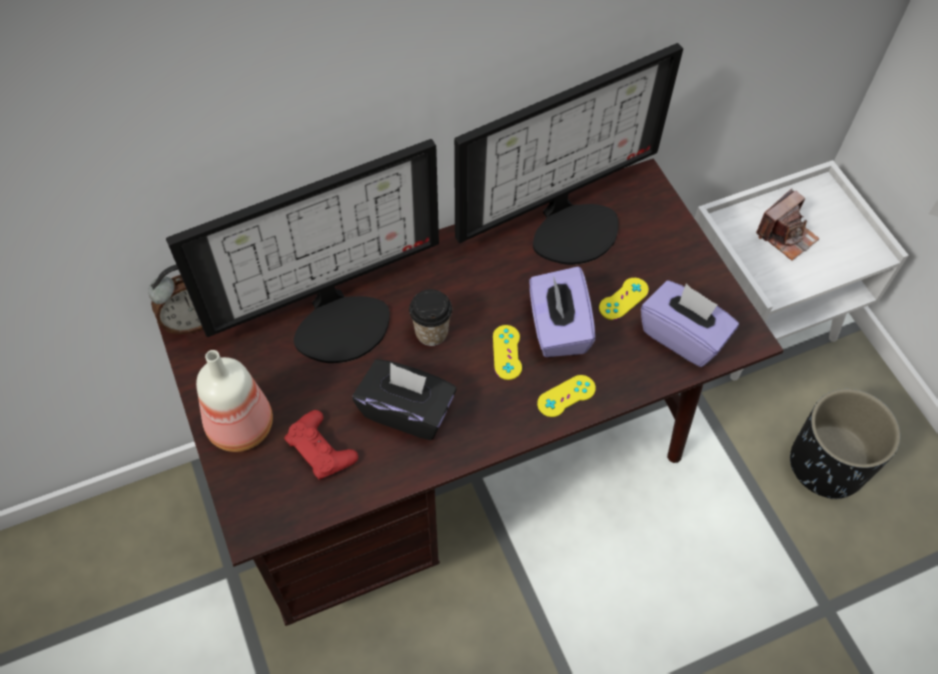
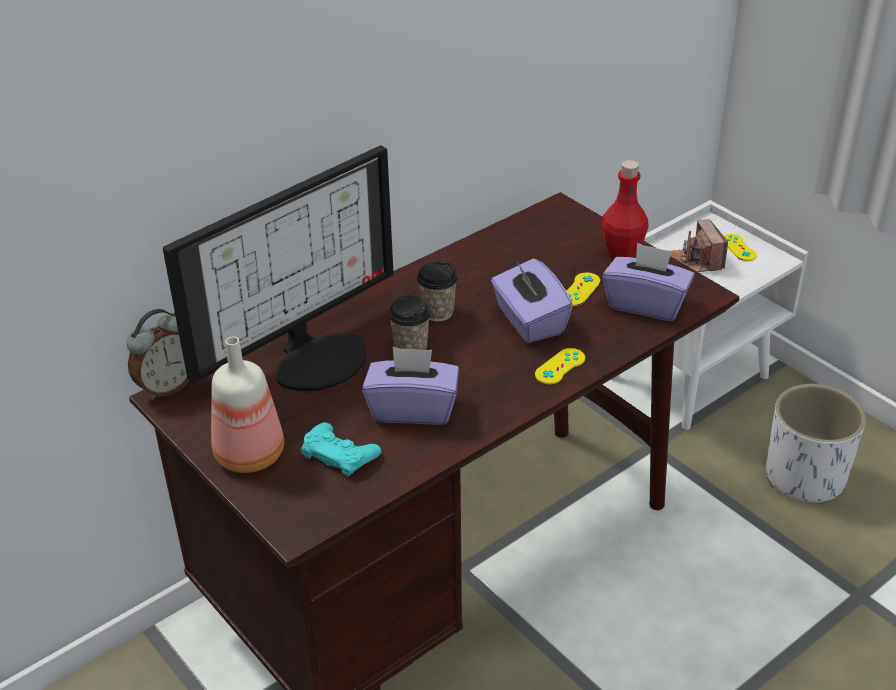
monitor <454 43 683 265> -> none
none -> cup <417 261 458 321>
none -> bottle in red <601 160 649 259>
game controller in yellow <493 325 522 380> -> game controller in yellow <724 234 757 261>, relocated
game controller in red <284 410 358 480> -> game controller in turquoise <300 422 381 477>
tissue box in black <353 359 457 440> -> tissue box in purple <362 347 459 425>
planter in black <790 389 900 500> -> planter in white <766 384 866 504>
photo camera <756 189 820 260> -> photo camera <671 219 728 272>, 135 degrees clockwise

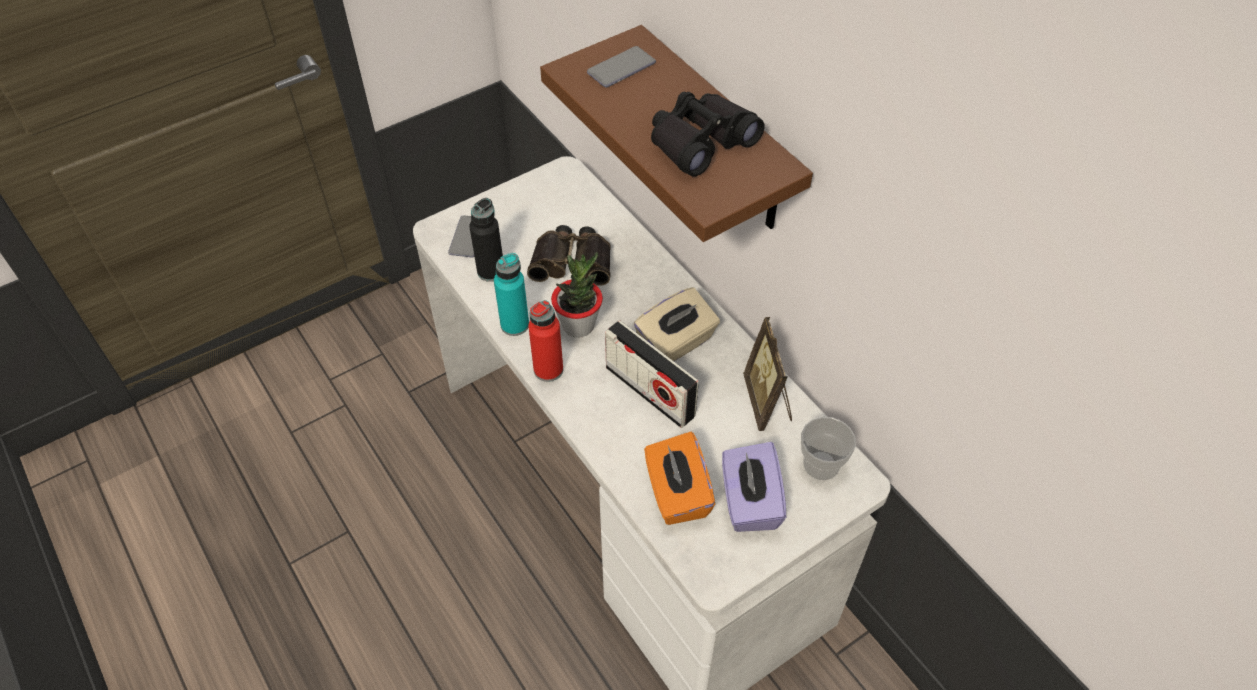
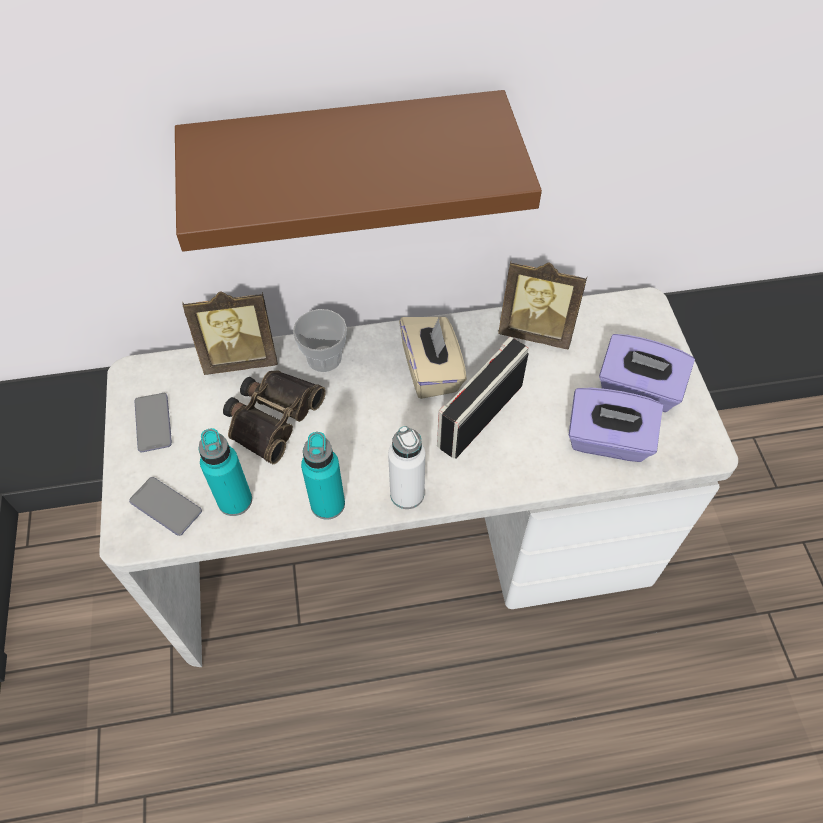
potted plant <551 252 603 338> -> none
binoculars in black <651 92 765 176> -> none
none -> picture frame <182 291 278 375>
phone <587 46 656 88> -> phone <134 392 172 453>, relocated
cup <801 417 856 480> -> cup <293 309 347 372>, relocated
bottle in black <469 198 503 282> -> bottle in turquoise <198 428 252 516>
bottle in red <528 300 563 382> -> bottle in white <388 426 425 509>
tissue box in orange <644 432 715 525> -> tissue box in purple <569 387 663 462>
radio <605 320 699 428> -> radio <437 337 529 458>, 150 degrees clockwise

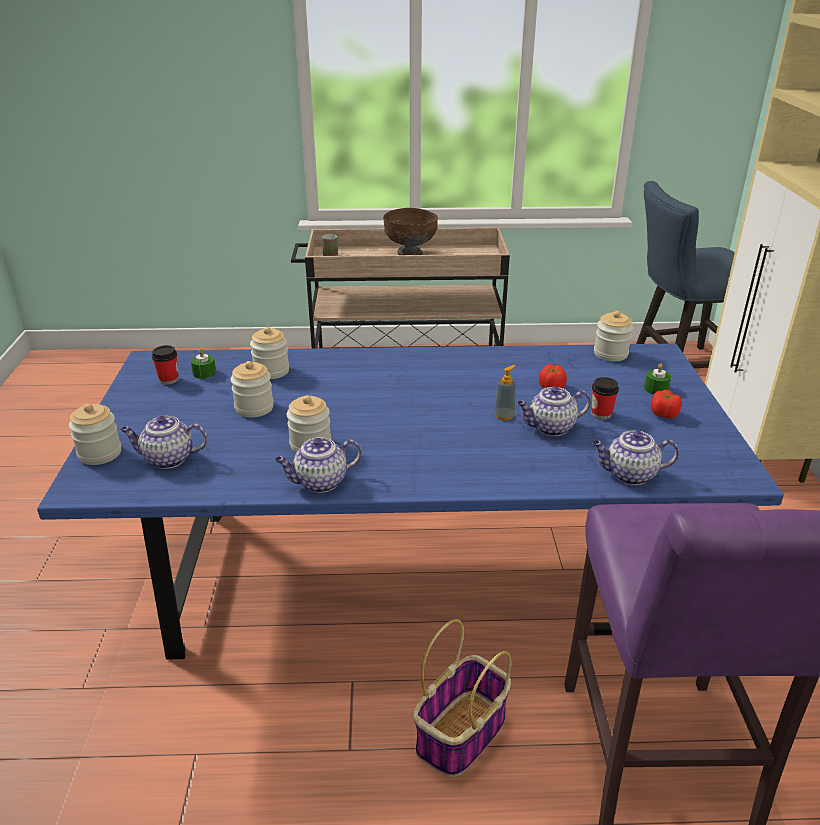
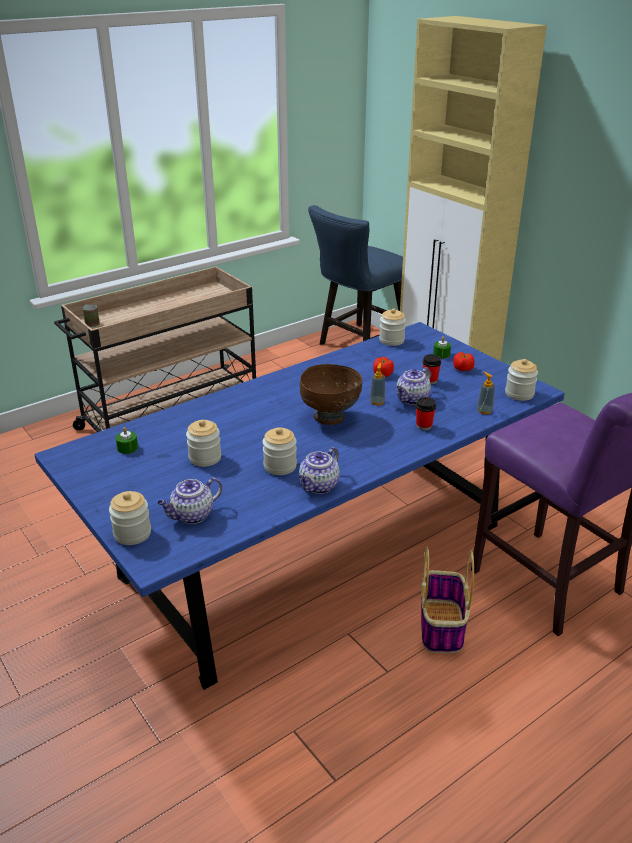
cup <152 345 179 385> -> cup <415 397 436 430>, relocated
jar <250 327 289 379> -> jar <505 359 538 401>, relocated
bowl in brown <383 208 438 255> -> bowl in brown <300 364 362 425>, relocated
teapot <592 430 679 485> -> soap dispenser <477 372 495 414>

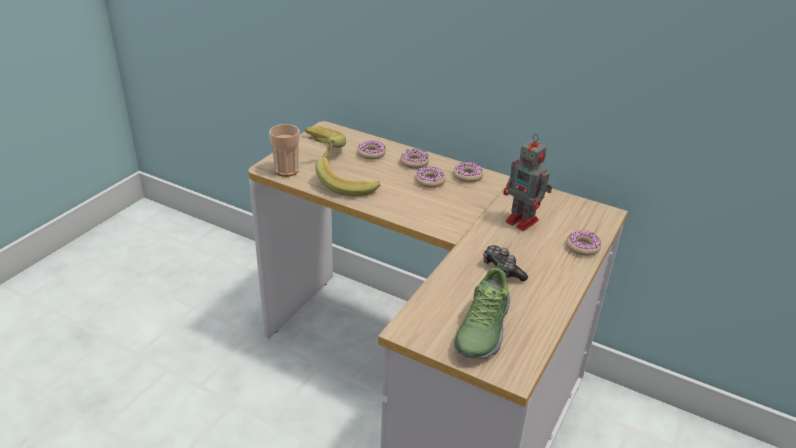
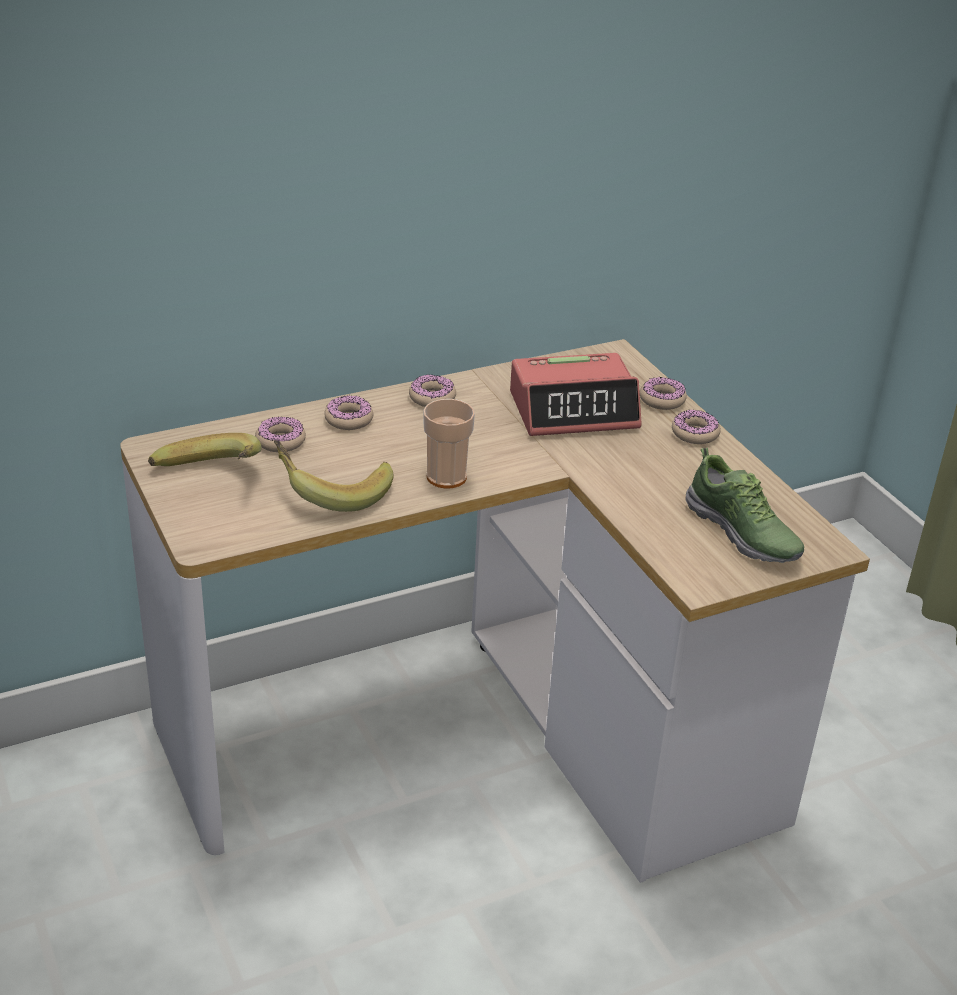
game controller <483 245 528 281> -> none
cup <269 124 300 177> -> cup <423 399 475 488>, relocated
donut <415 167 446 188> -> donut <672 410 721 444>, relocated
toy robot <503 134 552 231> -> alarm clock <510 353 641 436>

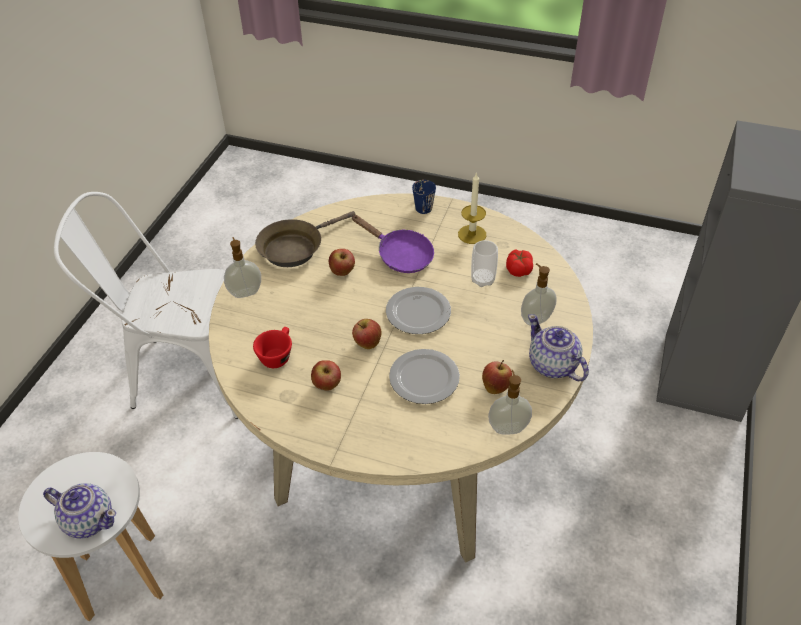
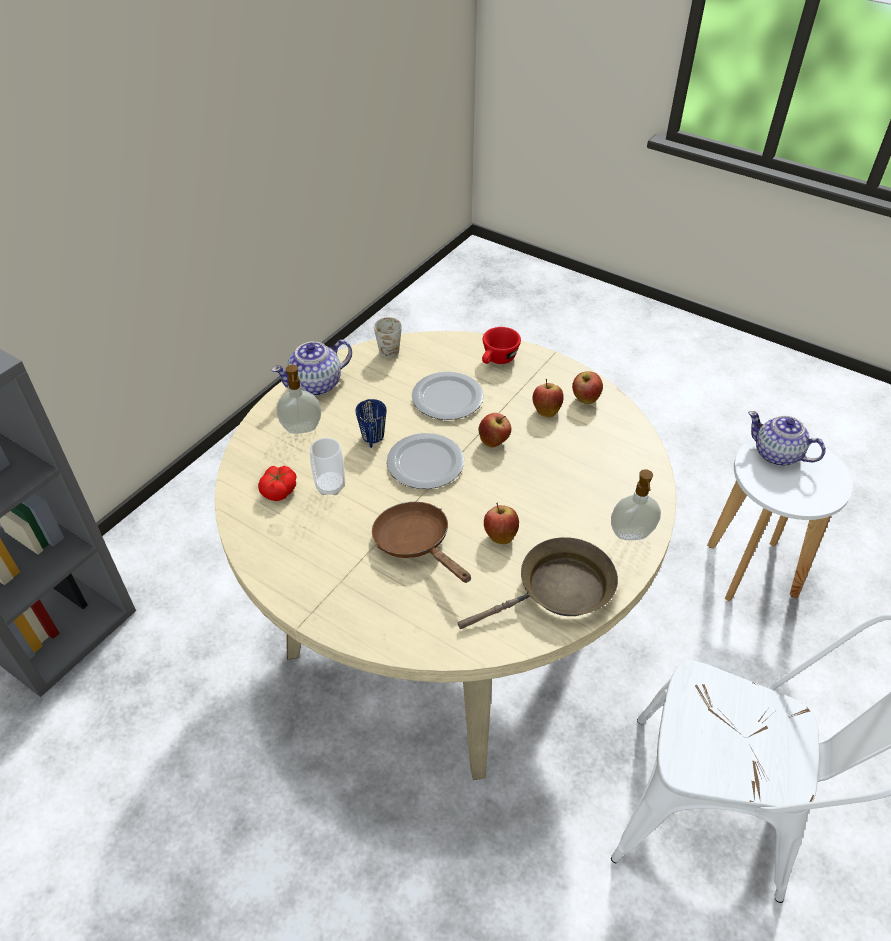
candle <458 172 486 244> -> none
cup in red <253 327 292 368> -> cup in red <482 327 521 364>, relocated
mug in blue <412 180 436 214> -> mug in blue <355 399 386 448>, relocated
apple <482 360 512 394> -> apple <572 371 603 404>, relocated
soap dispenser <488 370 532 435> -> mug in white <374 317 402 358>
frying pan in purple <351 215 434 273> -> frying pan in brown <372 502 471 583>
teapot <528 314 589 381> -> teapot <271 340 352 396>, 75 degrees clockwise

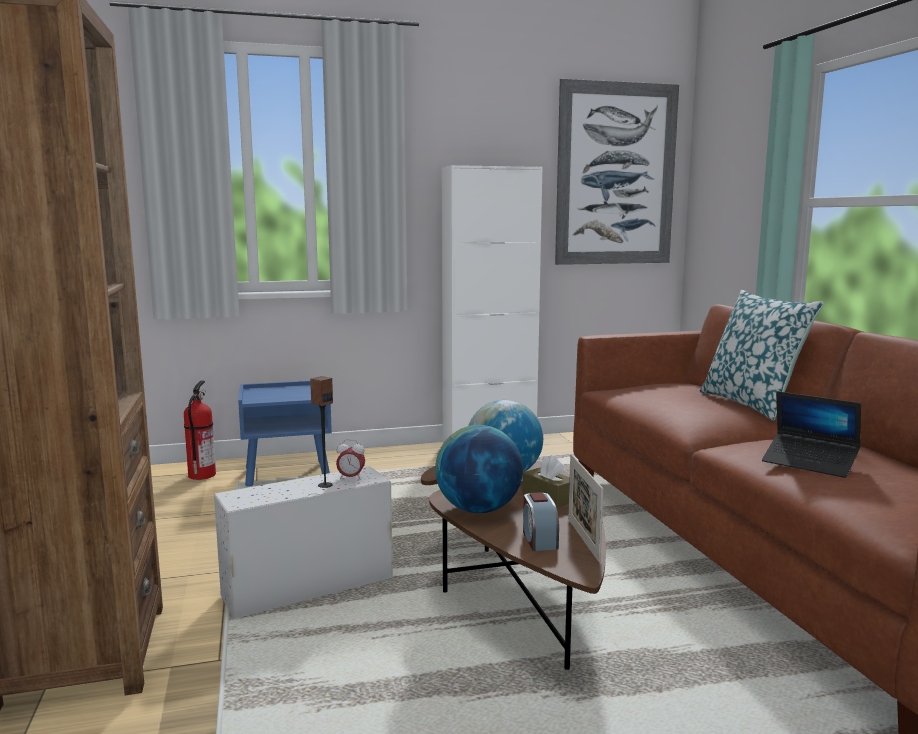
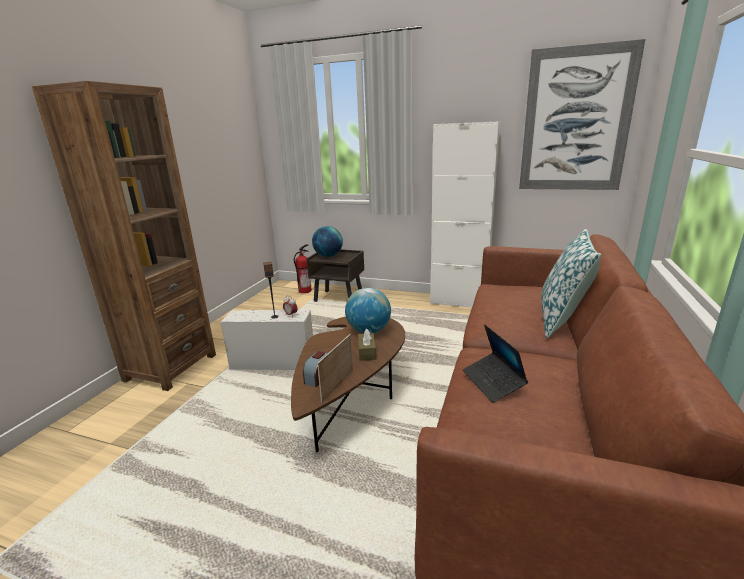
globe <435 425 523 513> -> globe <312 226 343 257>, relocated
nightstand in blue <238 381 332 487> -> nightstand in brown <307 249 364 302>

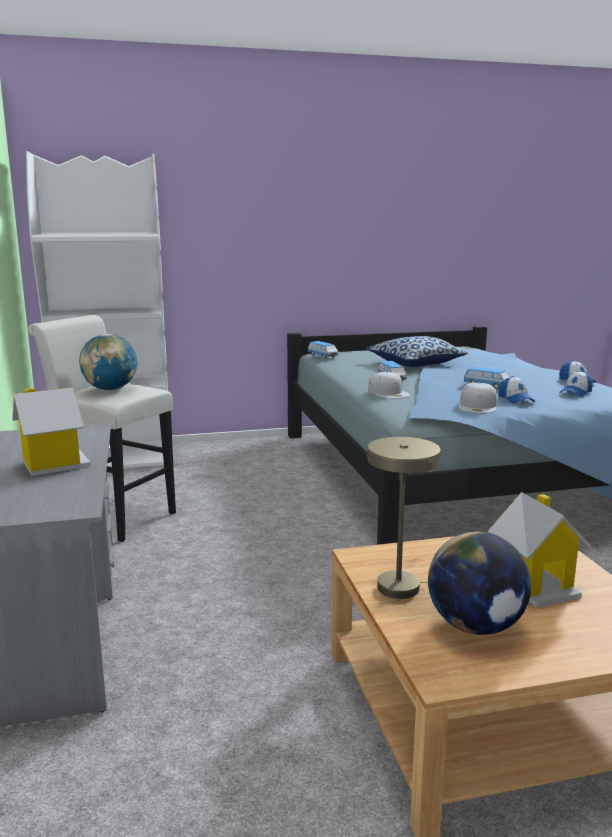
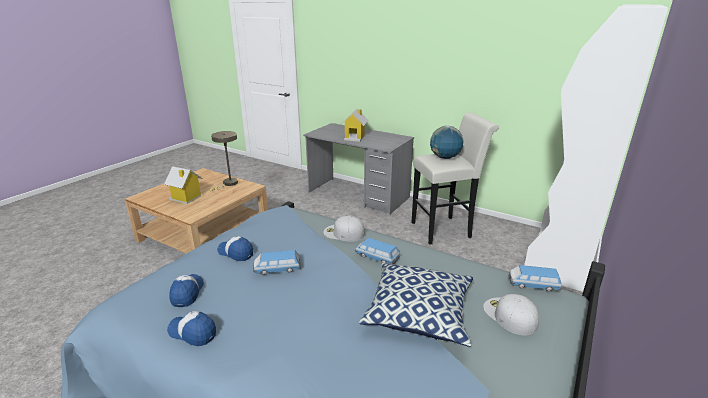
globe <428 532 532 635> -> none
cap in white <458 383 497 413> -> cap in white <483 294 539 335>, relocated

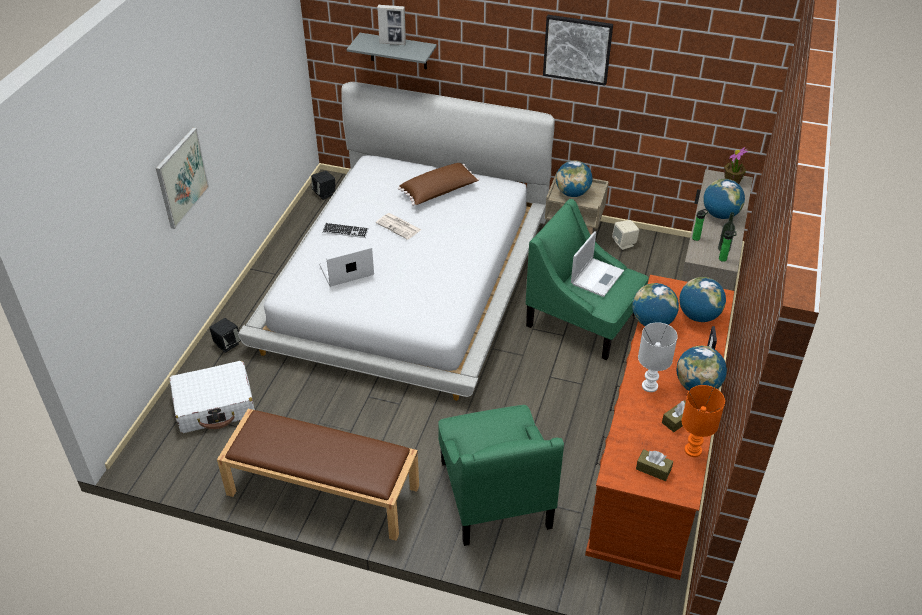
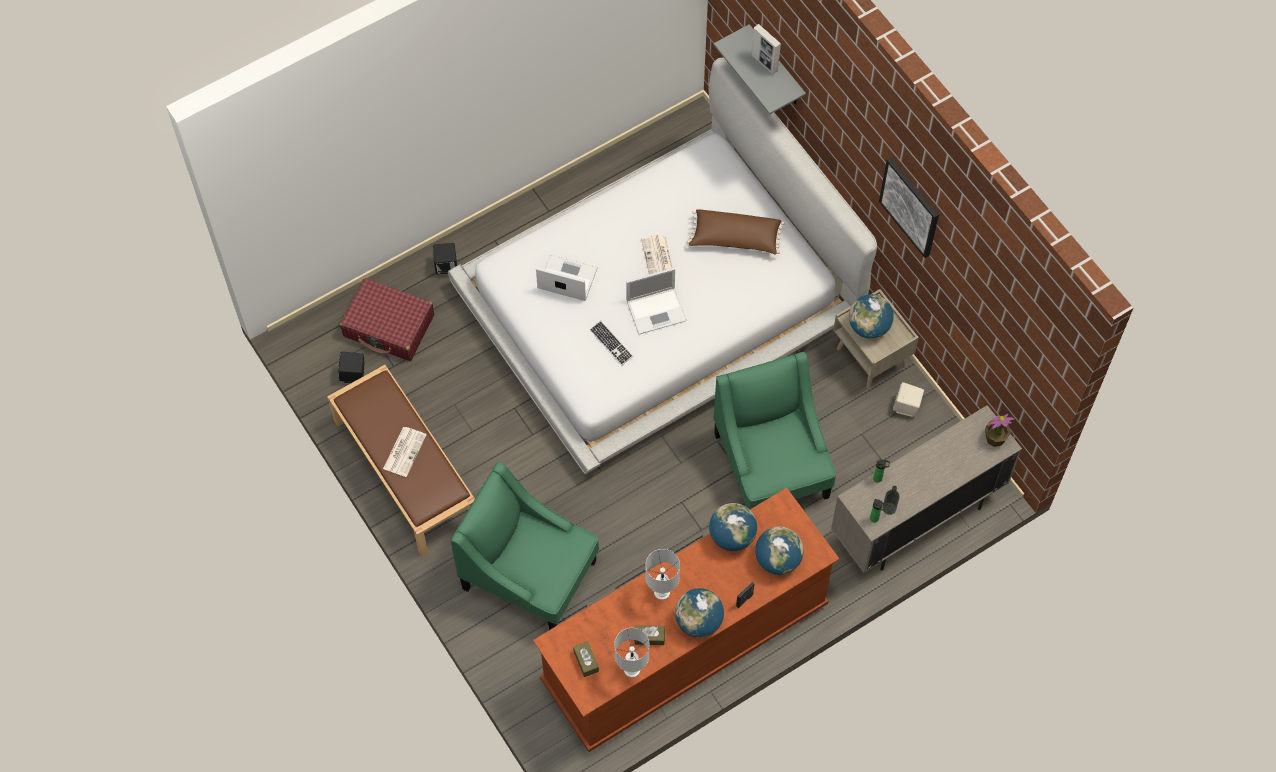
picture <156 128 209 229> -> none
globe <703 179 745 219> -> none
none -> newspaper <383 427 427 477>
speaker in black <311 171 335 200> -> speaker in black <338 352 364 383>, relocated
keyboard <322 223 369 238> -> keyboard <590 321 633 366>, relocated
laptop <571 231 624 297> -> laptop <626 268 687 334>, relocated
suitcase in white <170 361 255 433> -> suitcase in red <340 278 434 361>
table lamp in orange <682 385 725 457> -> table lamp in white <614 628 649 678>
armchair in green <438 405 564 546> -> armchair in green <450 462 599 630>, 90 degrees clockwise

